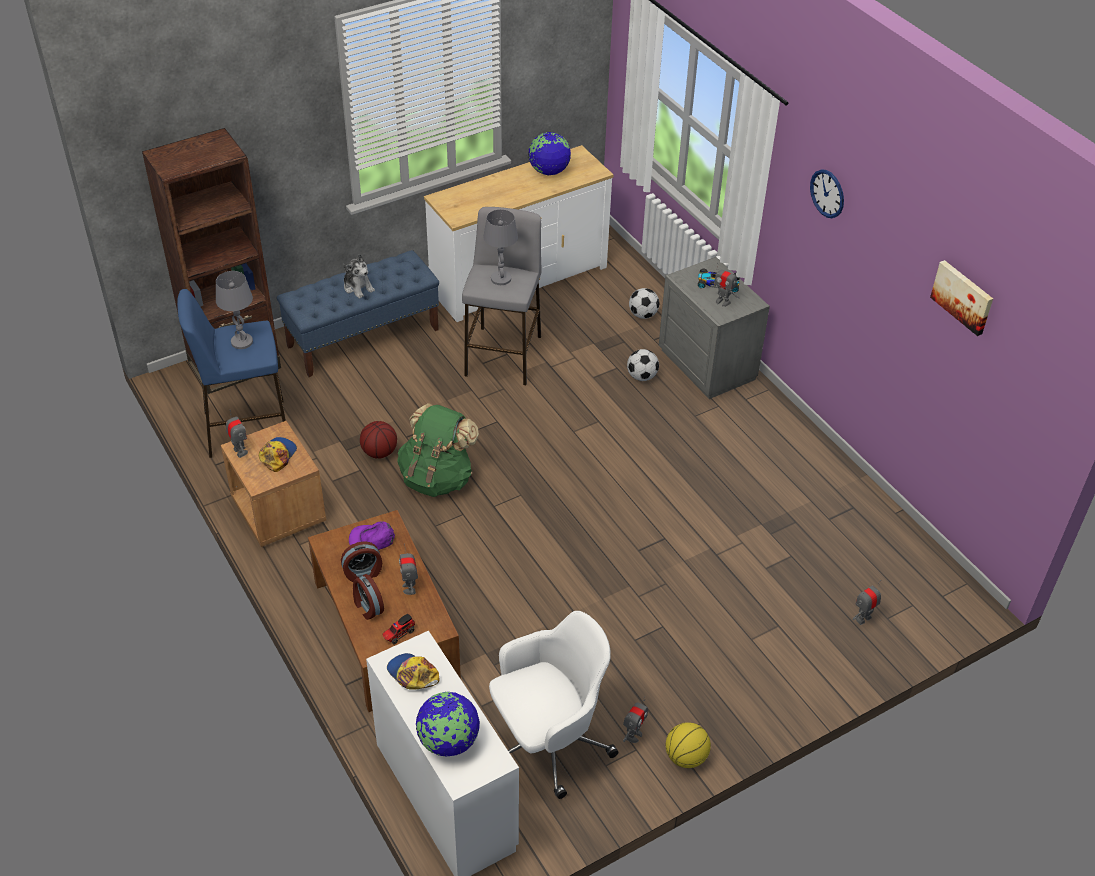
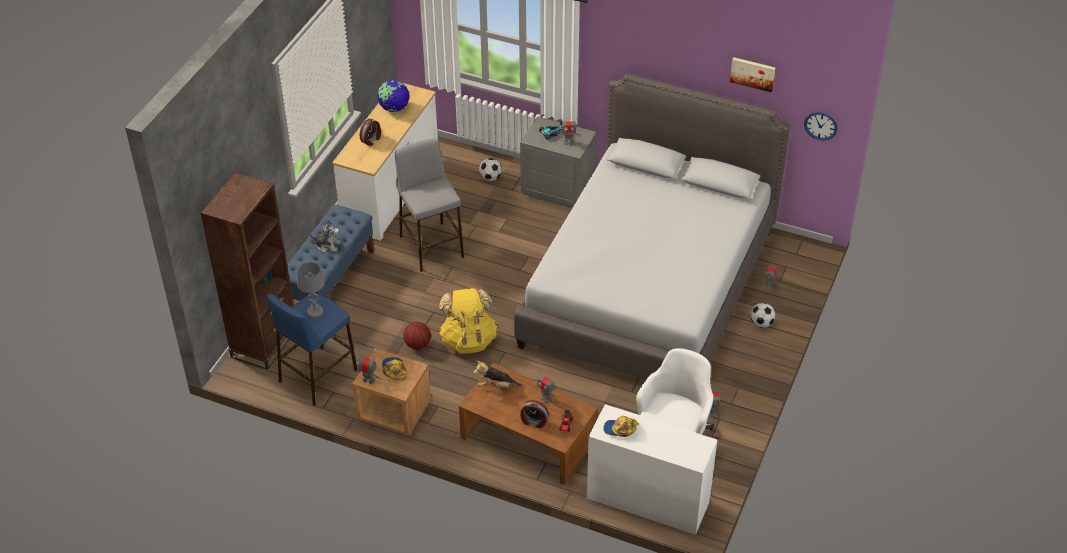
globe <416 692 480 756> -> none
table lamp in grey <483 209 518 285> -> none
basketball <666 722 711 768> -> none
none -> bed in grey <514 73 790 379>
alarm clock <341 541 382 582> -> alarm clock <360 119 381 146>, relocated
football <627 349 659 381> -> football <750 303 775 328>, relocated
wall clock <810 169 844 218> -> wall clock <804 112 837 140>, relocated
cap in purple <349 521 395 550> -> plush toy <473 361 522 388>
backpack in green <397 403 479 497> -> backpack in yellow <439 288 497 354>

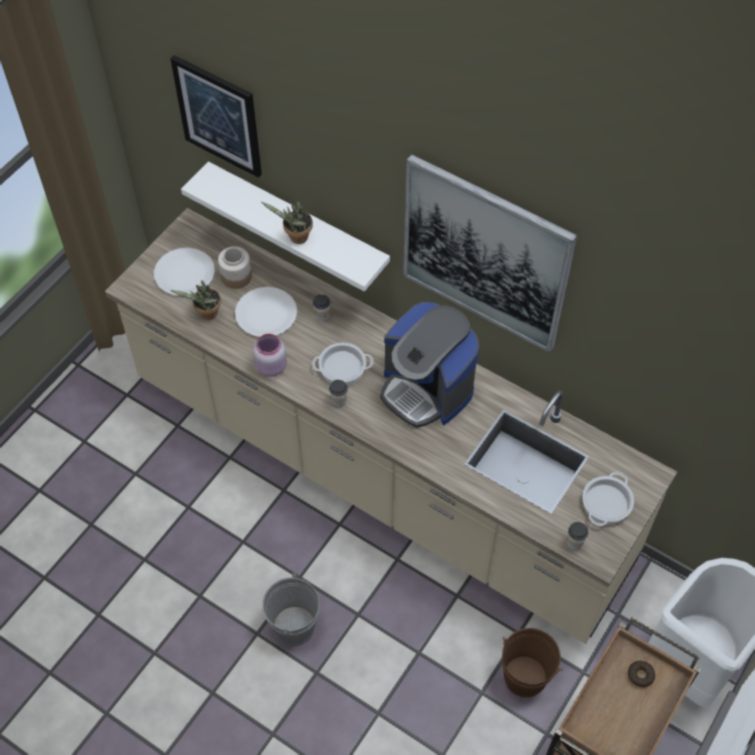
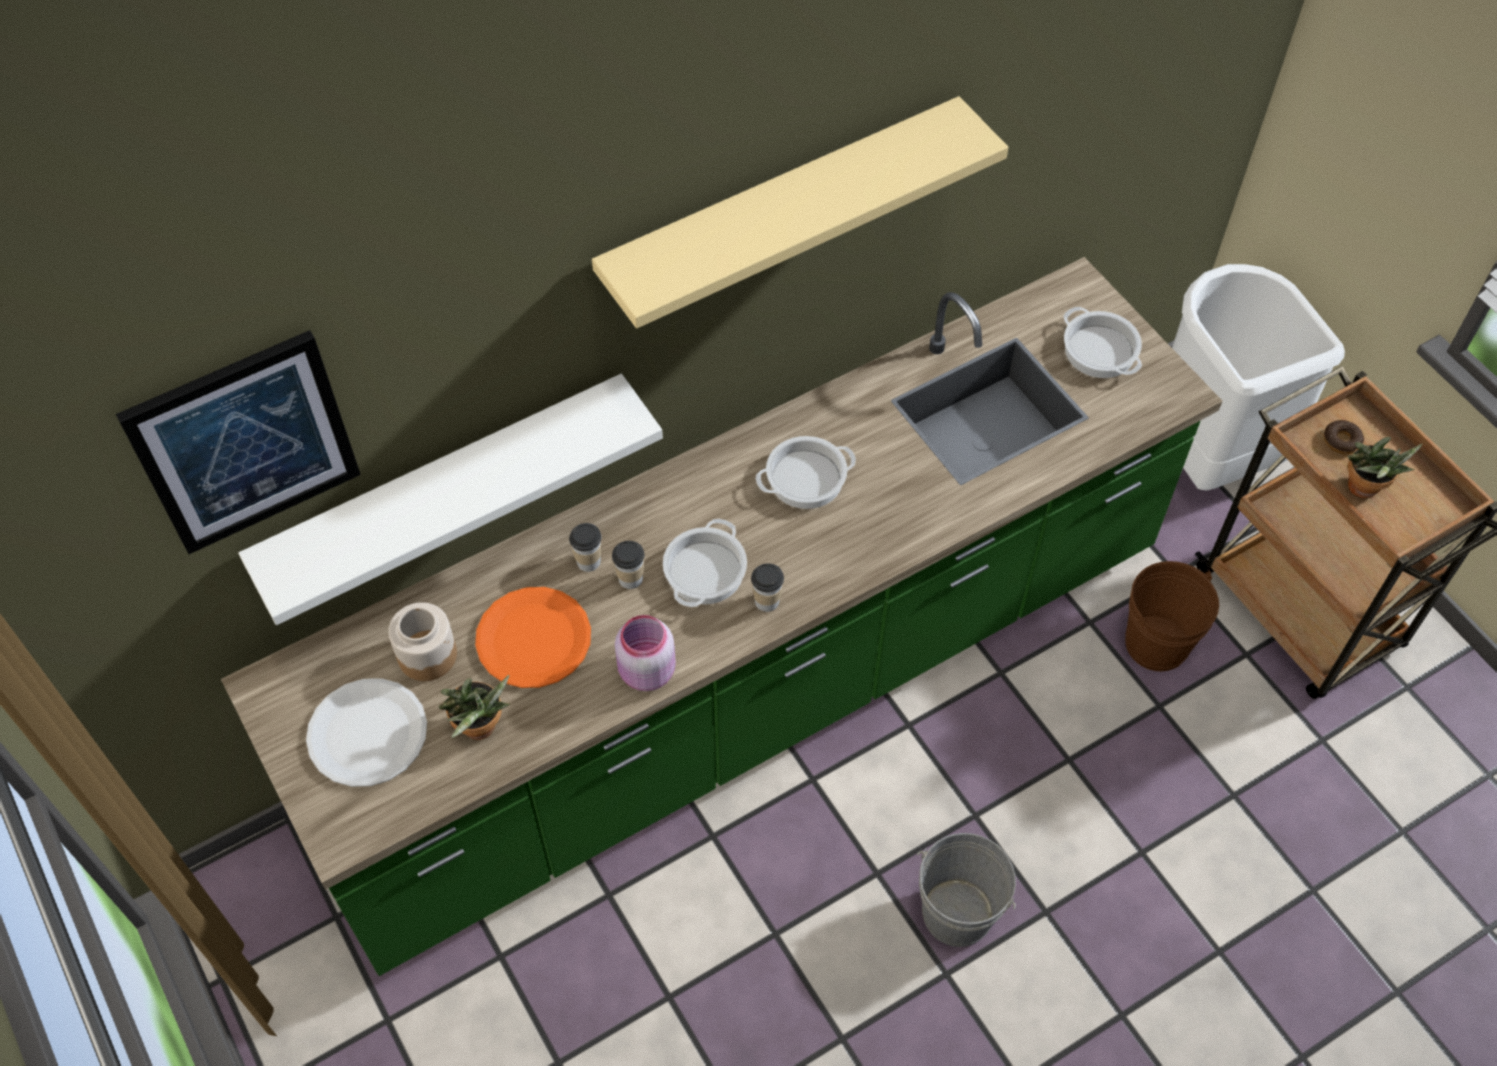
potted plant <261 201 313 244> -> potted plant <1348 437 1422 498>, relocated
cup <567 522 588 550> -> cup <612 541 644 589>, relocated
coffee machine <380 302 479 428> -> cooking pot <756 436 856 509>
picture <403 154 578 353> -> shelf in beige <592 96 1008 328>
counter in beige <105 208 677 644> -> counter in green <221 257 1222 976>
plate in white <235 287 297 337> -> plate in orange <475 587 591 688>

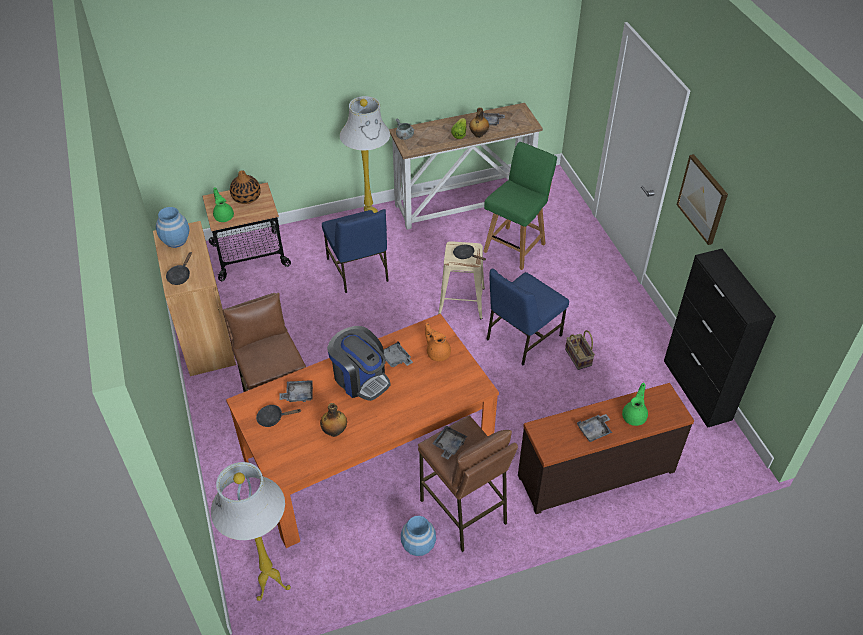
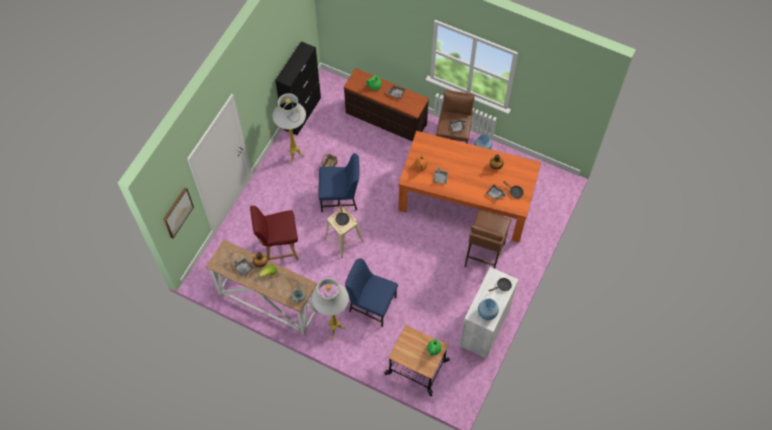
vase <230 170 261 204> -> none
coffee machine <327 326 391 401> -> none
floor lamp in white <211 462 291 601> -> floor lamp in white <273 93 306 164>, relocated
picture <677 154 728 245> -> picture <163 187 194 239>, relocated
cabinet in brown <153 221 236 376> -> cabinet in white <459 267 519 358>
chair in green <483 142 557 270> -> chair in red <250 206 299 260>
chair in blue <322 209 389 293> -> chair in blue <345 258 398 327>, 90 degrees counterclockwise

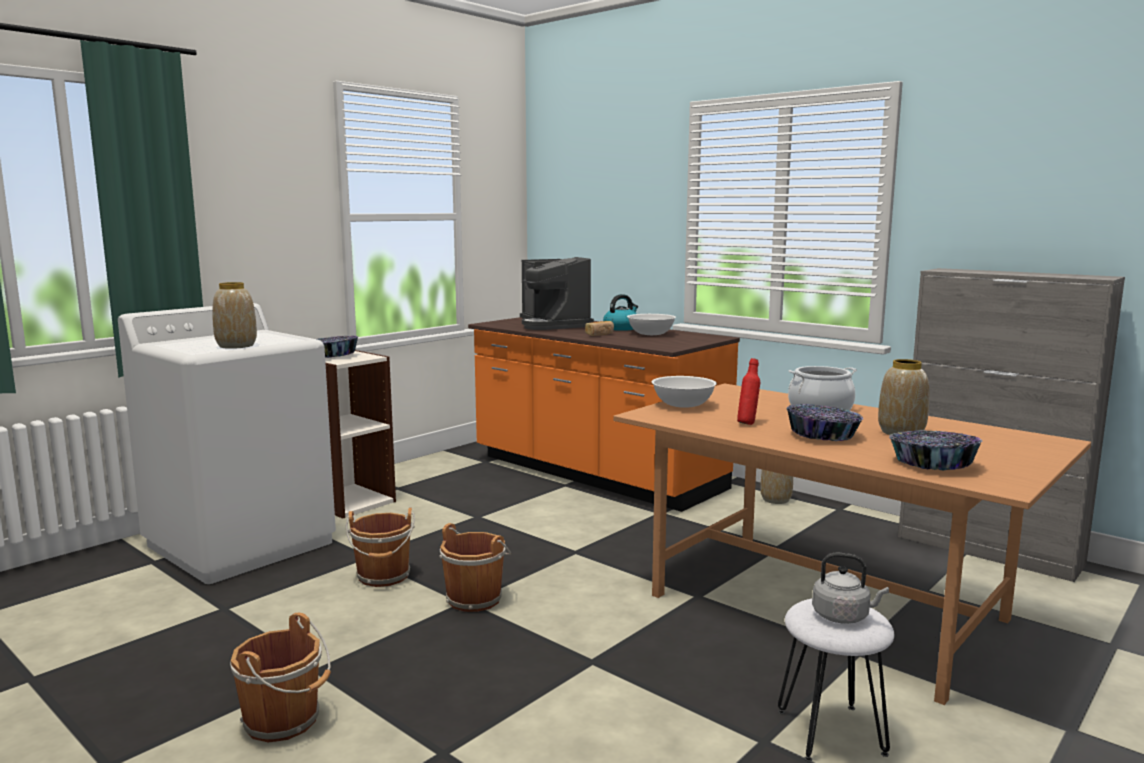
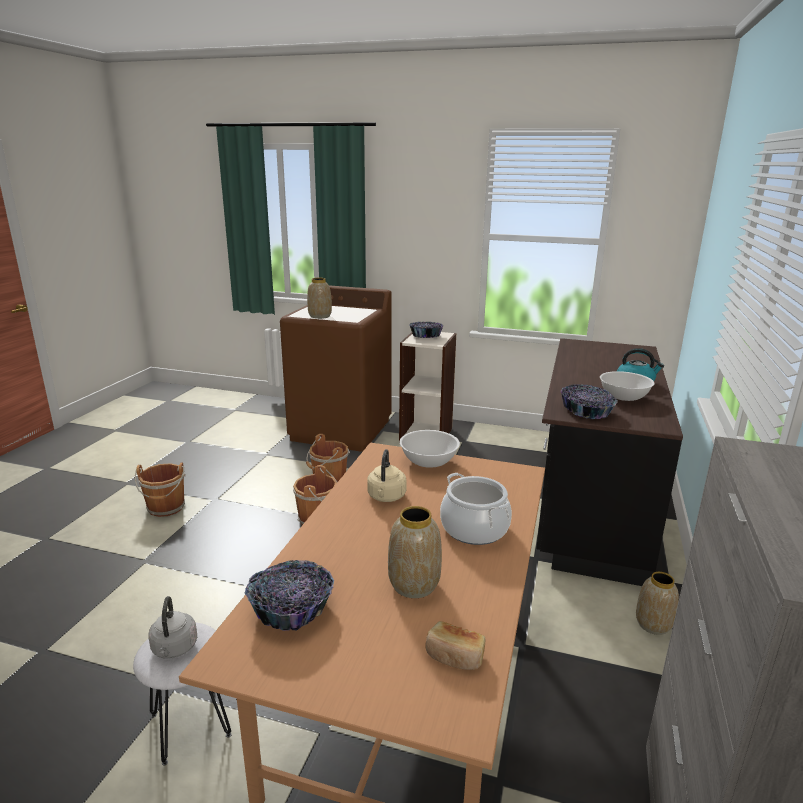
coffee machine <520 257 594 330> -> none
bread <585 321 614 336> -> bread <425 621 485 670>, relocated
bowl <786 404 863 441> -> bowl <560 384 618 419>, relocated
bottle in red <737 358 760 425> -> kettle in beige <367 449 407 502>
washing machine in white <118 303 336 584> -> washing machine in brown <280 285 392 452>
counter in orange <468 317 740 512> -> counter in black <536 338 683 586>

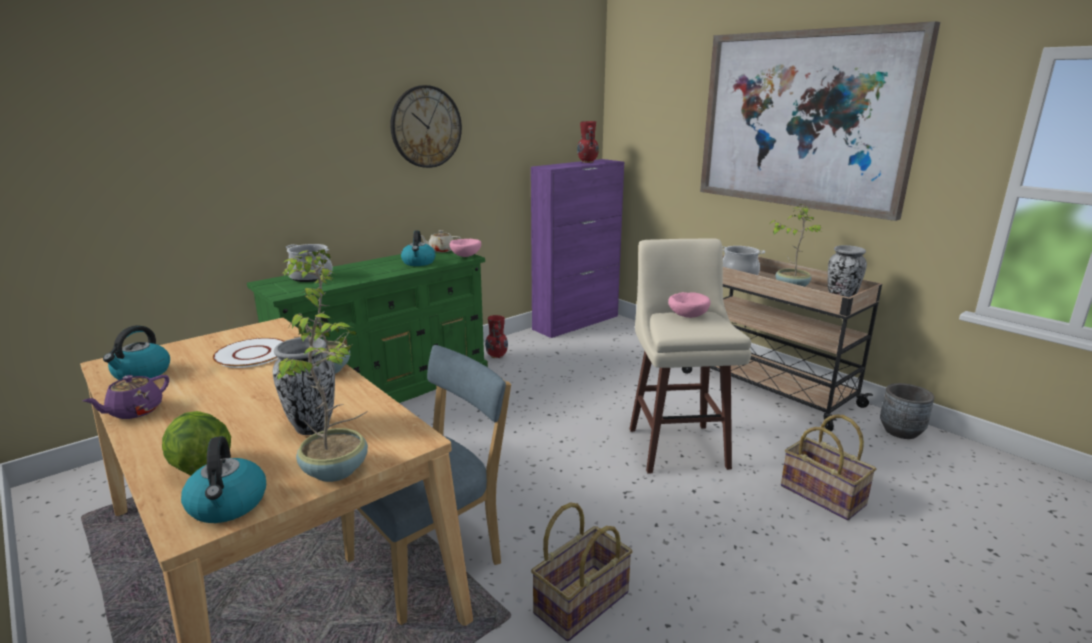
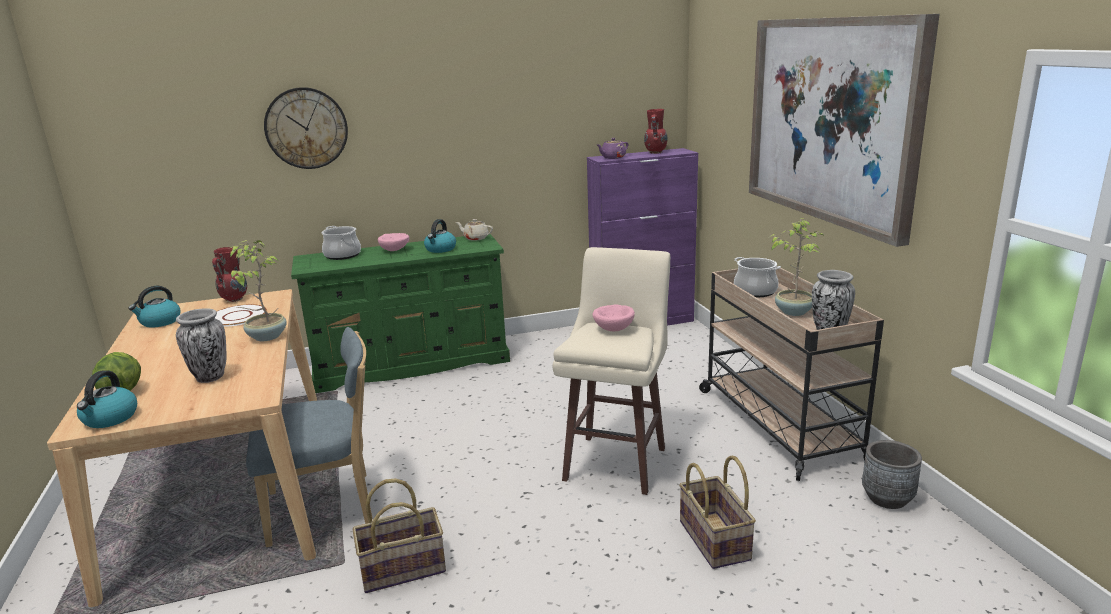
potted plant <274 313 368 482> -> none
teapot in purple <83 375 169 419> -> teapot in purple <597 138 628 159>, relocated
wall clock <390 85 462 168> -> wall clock <264 87 348 169>, relocated
bowl in pink <450 239 481 257> -> bowl in pink <378 233 409 251>, relocated
vase in red <485 315 508 358> -> vase in red <212 247 247 302>, relocated

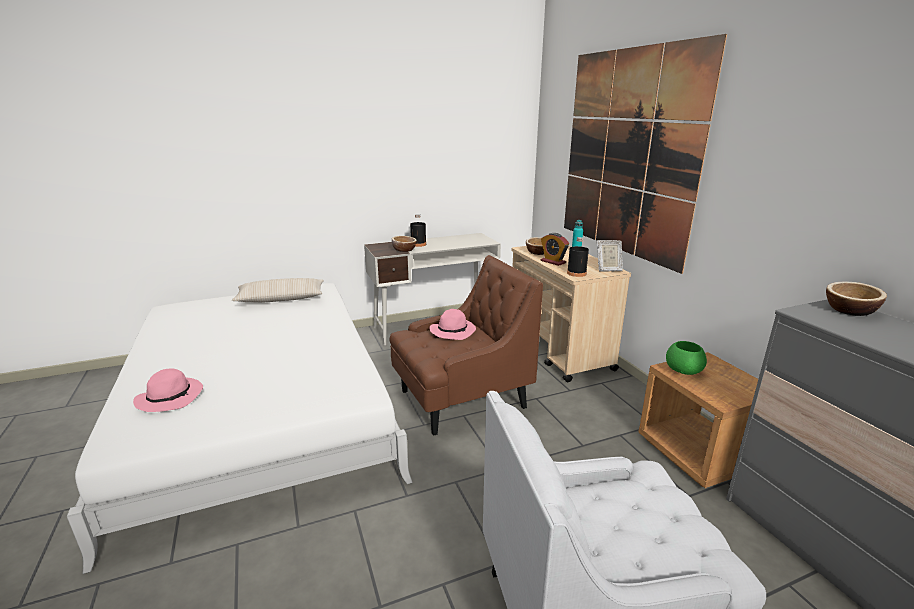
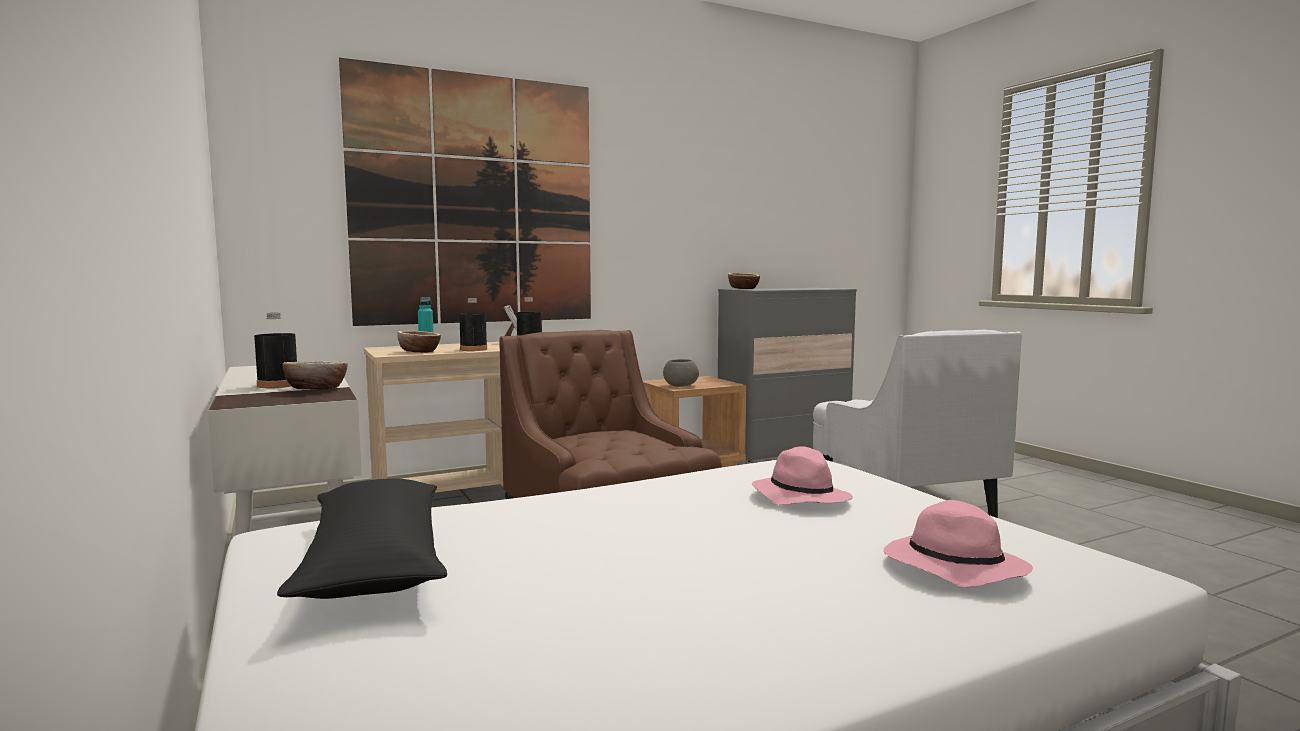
hat in pink <429 309 476 340> -> hat in pink <752 446 853 505>, relocated
alarm clock <541 233 569 266> -> bottle in black <459 298 487 351>
pillow in beige <232 278 324 302> -> pillow in black <277 479 447 599>
bowl in green <666 341 707 375> -> bowl in grey <663 359 699 387>

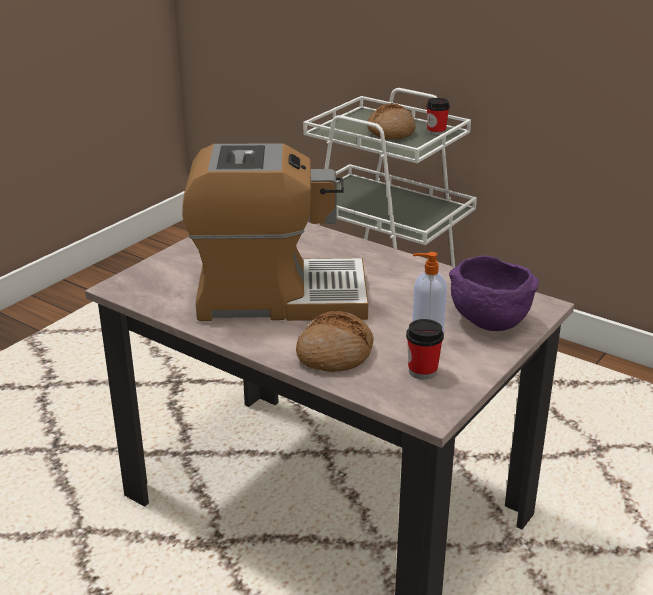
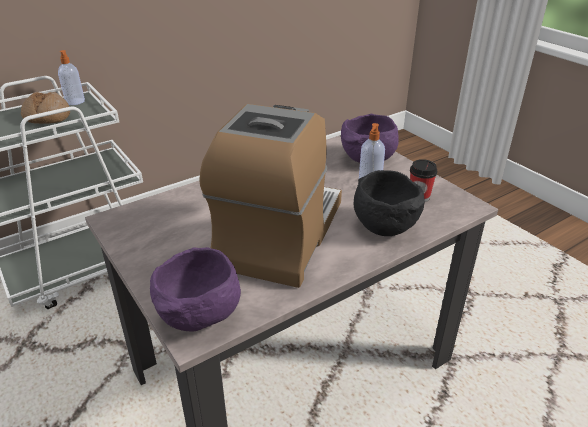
none -> bowl in purple <150 247 241 332>
bread <296 311 374 372> -> bowl in black <354 170 425 236>
cup <426 98 450 136> -> soap dispenser <58 50 85 105>

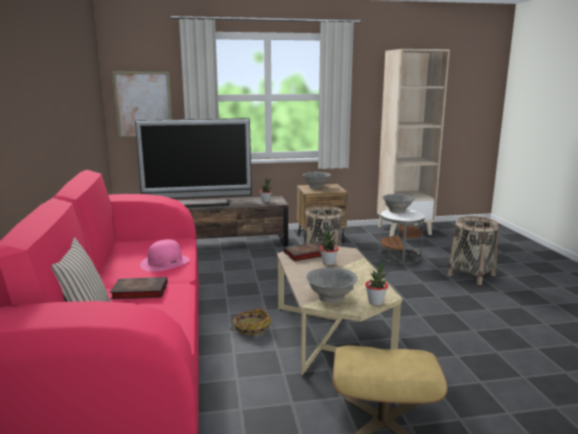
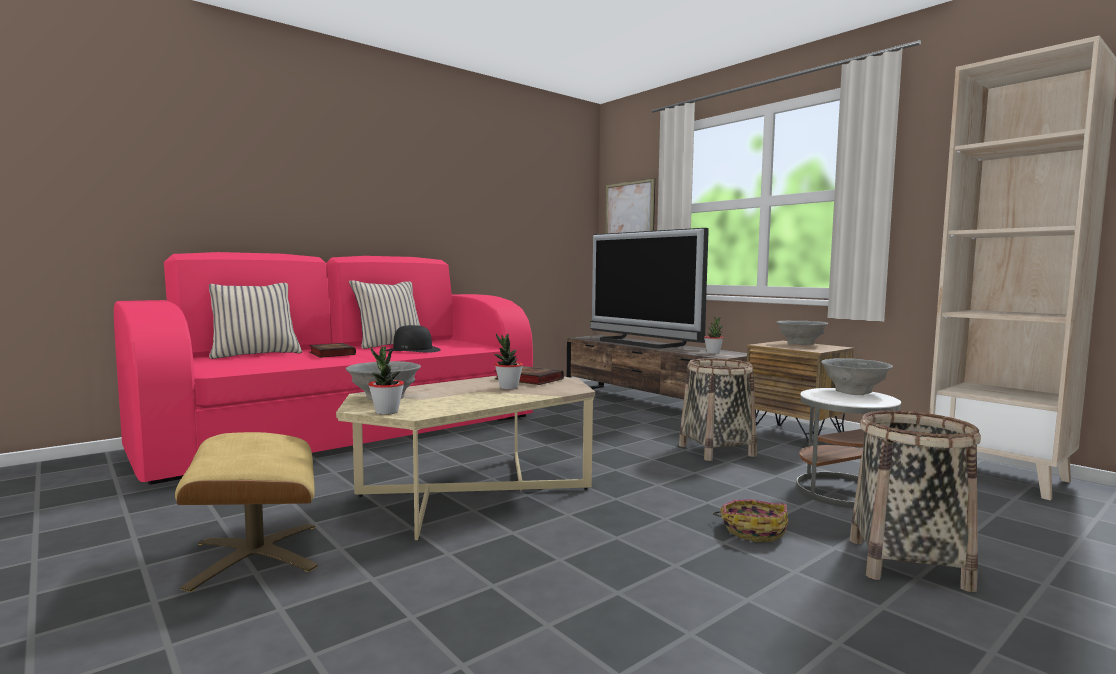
none -> pillow in beige <349 280 420 349>
basket <230 308 271 336> -> basket <713 499 788 542>, relocated
hat in pink <140 239 190 272> -> hat in black <386 325 441 353>

